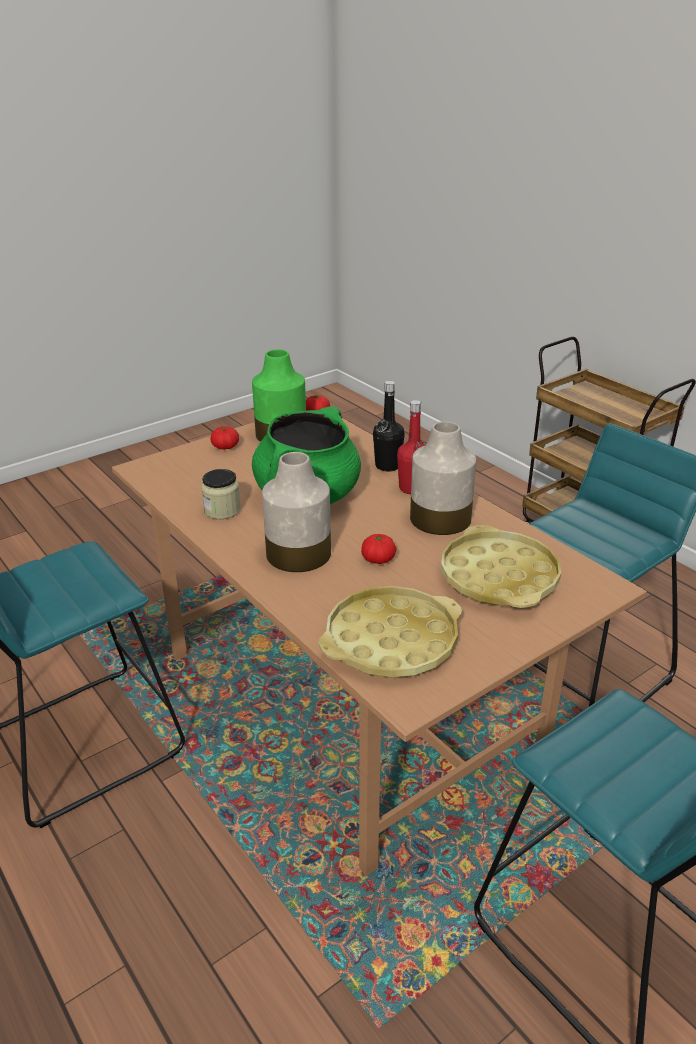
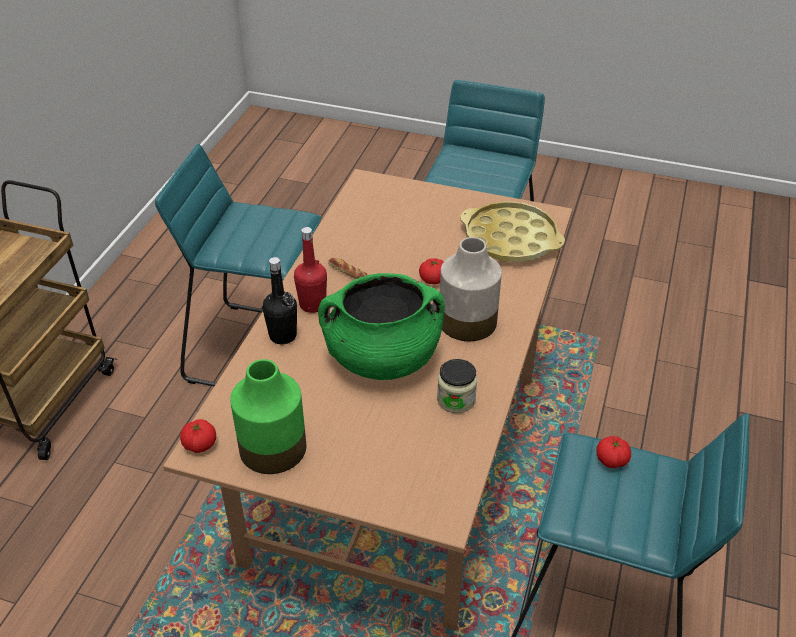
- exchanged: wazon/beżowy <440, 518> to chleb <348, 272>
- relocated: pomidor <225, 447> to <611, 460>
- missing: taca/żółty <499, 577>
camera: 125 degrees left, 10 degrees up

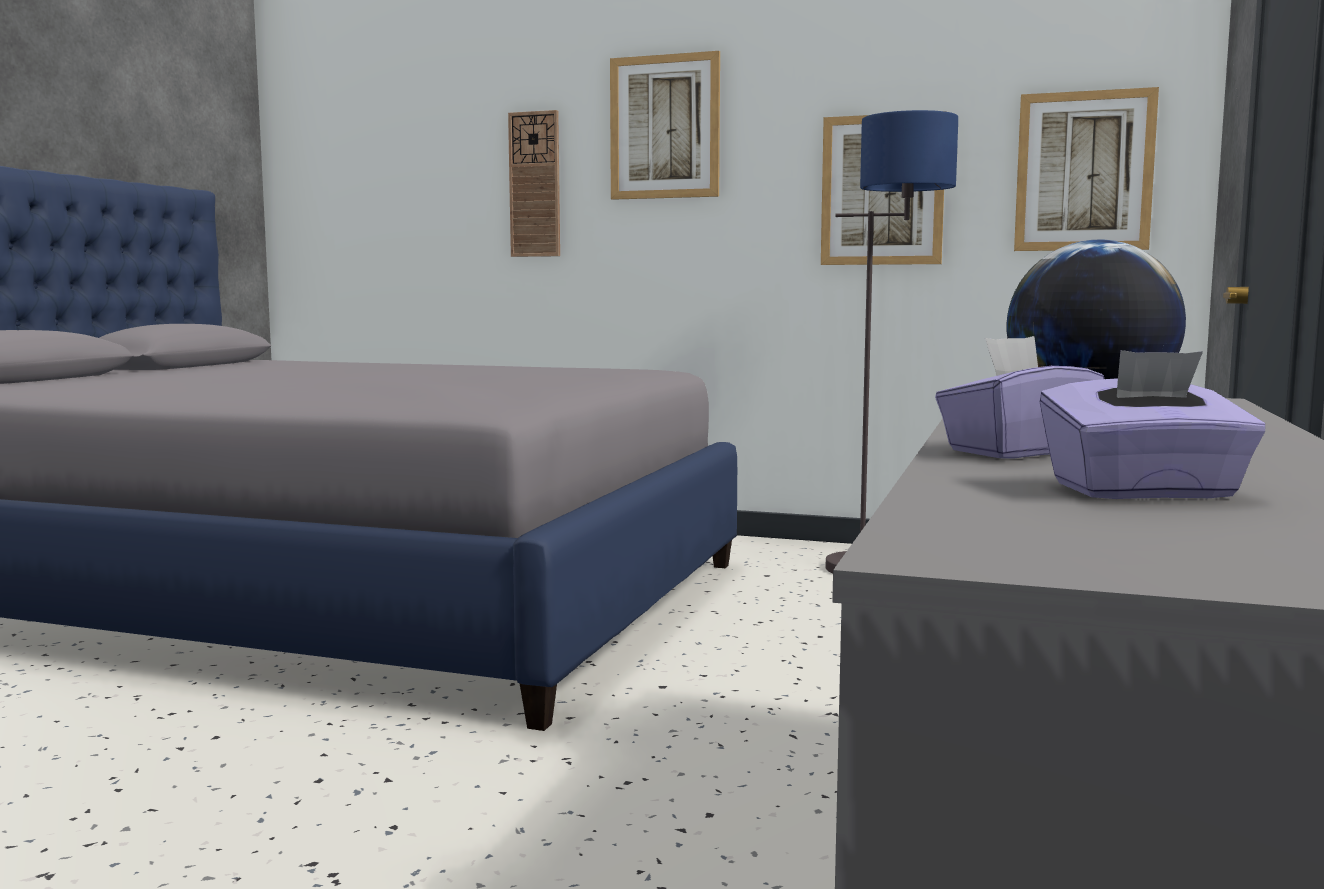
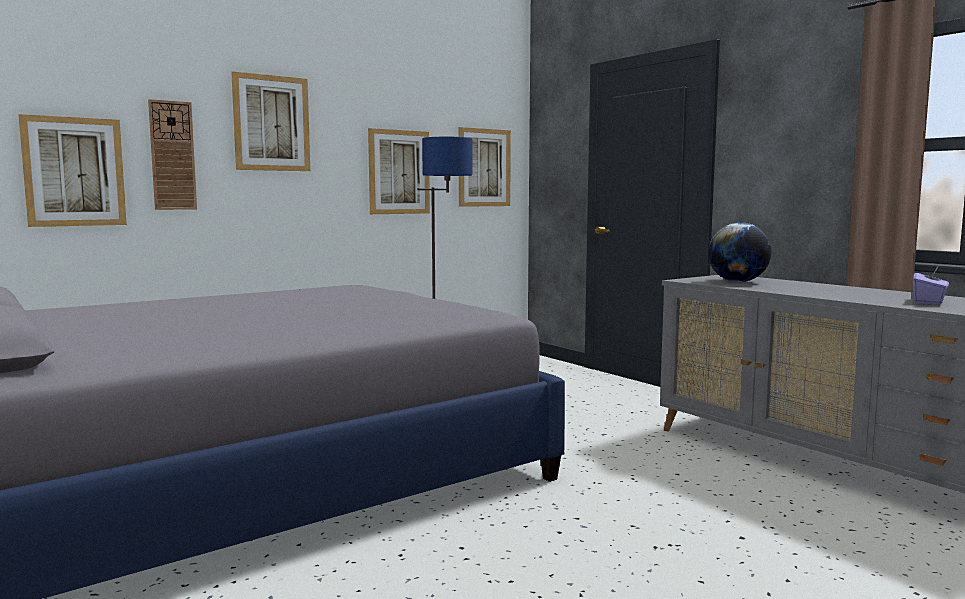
- appeared: obraz <74, 172>
- missing: pudełko chusteczek/fioletowy <1015, 451>
camera: 55 degrees left, 0 degrees up

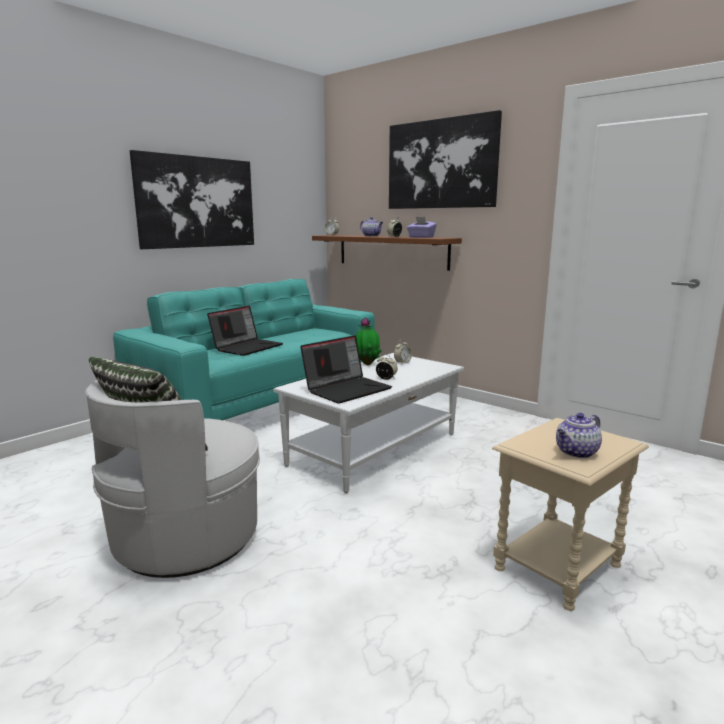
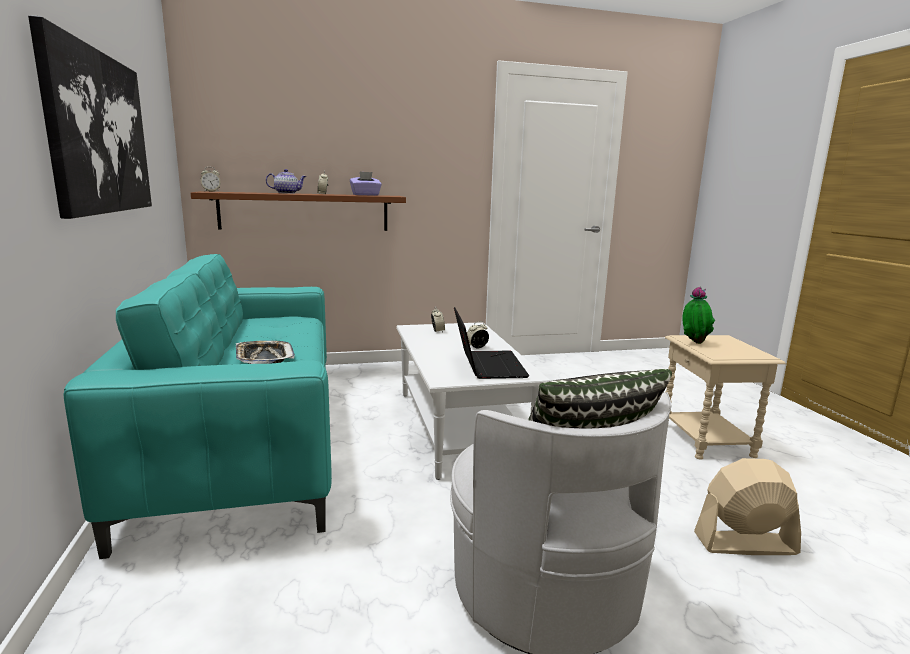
- exchanged: laptop <247, 347> to taca <264, 357>
- relocated: roślina doniczkowa <367, 364> to <693, 342>
- appeared: wentylator/beżowy <744, 543>
- missing: obraz <441, 164>
- missing: imbryk <576, 452>
camera: 55 degrees left, 0 degrees up

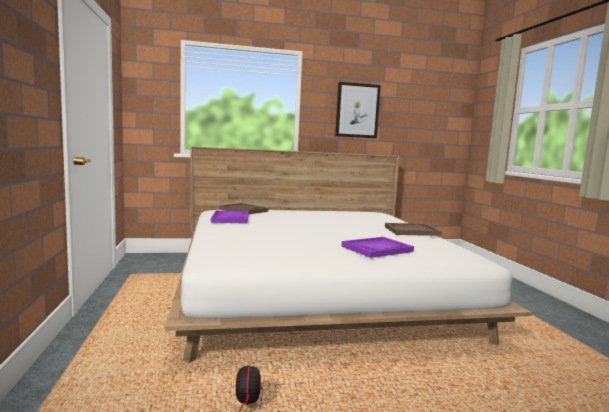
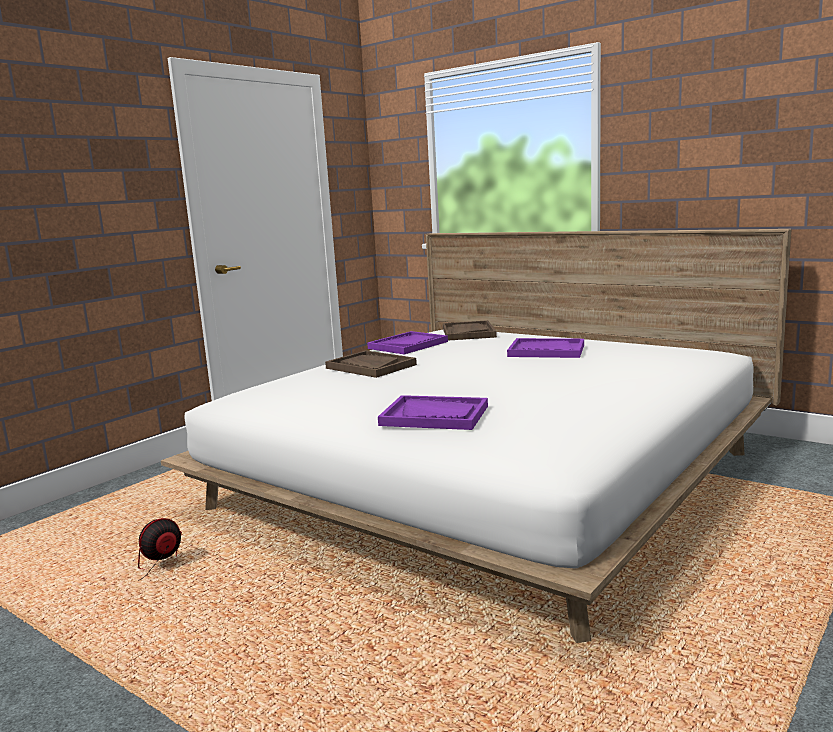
- relocated: taca/brązowy <412, 231> to <370, 366>
- appeared: taca/fioletowy <546, 351>
- missing: obraz <357, 110>
camera: 50 degrees right, 5 degrees up

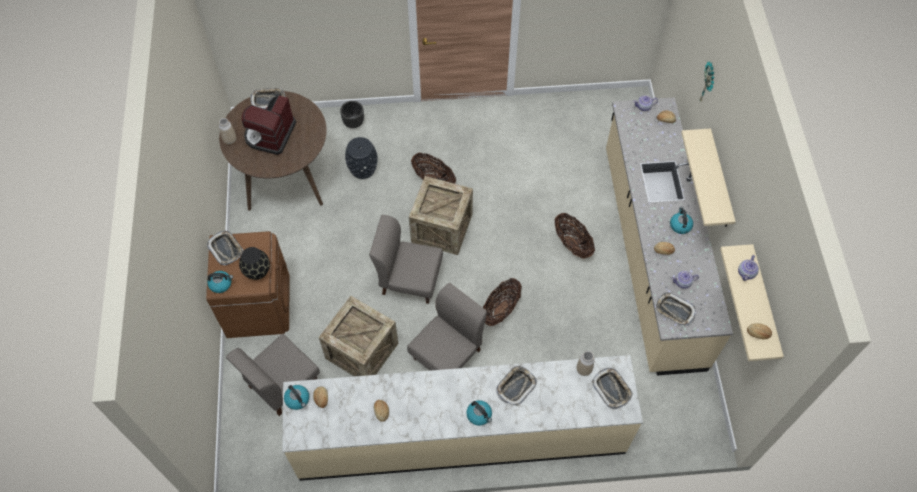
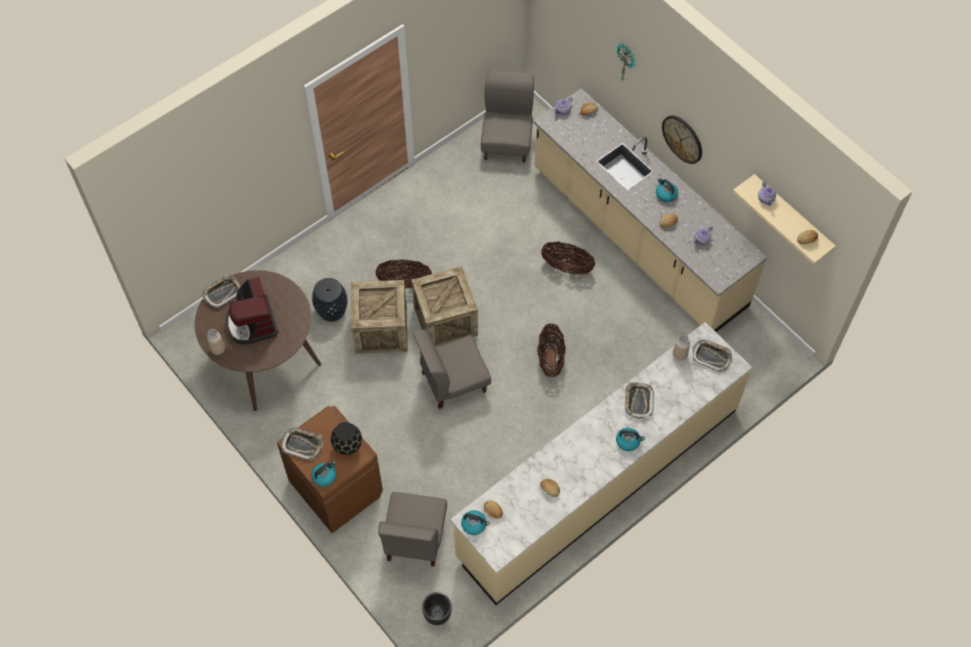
- relocated: skrzynka <362, 351> to <381, 329>
- relocated: donica/czarny <353, 123> to <437, 615>
- relocated: krzesło/szary <447, 354> to <507, 142>
- exchanged: półka/beżowy <719, 181> to zegar ścienny <682, 139>
- missing: taca <674, 310>
camera: 35 degrees left, 0 degrees up

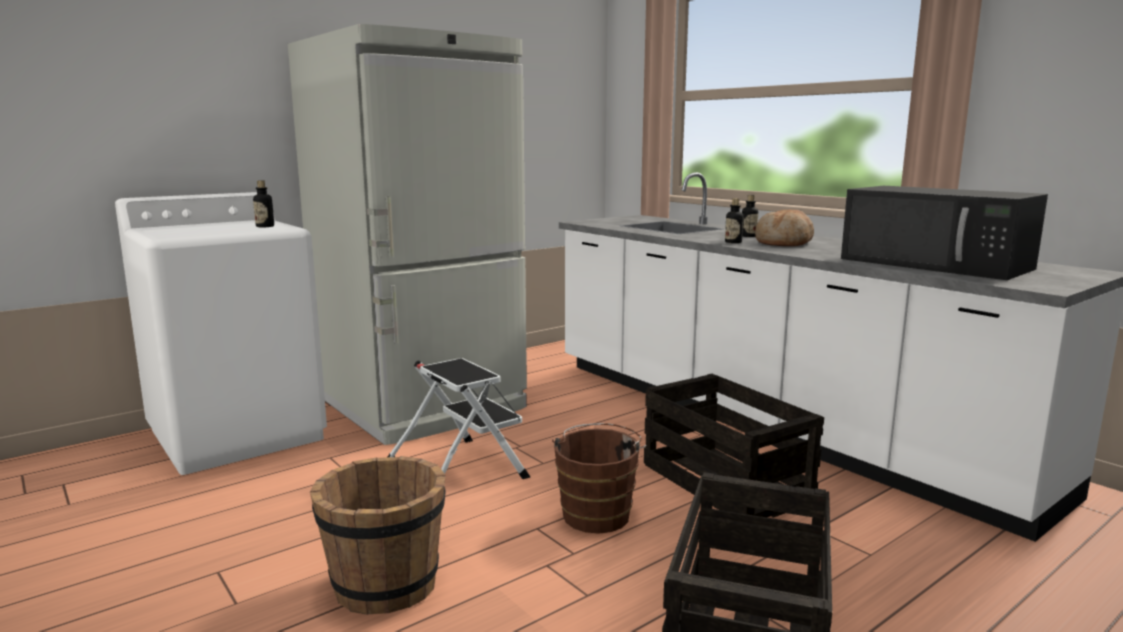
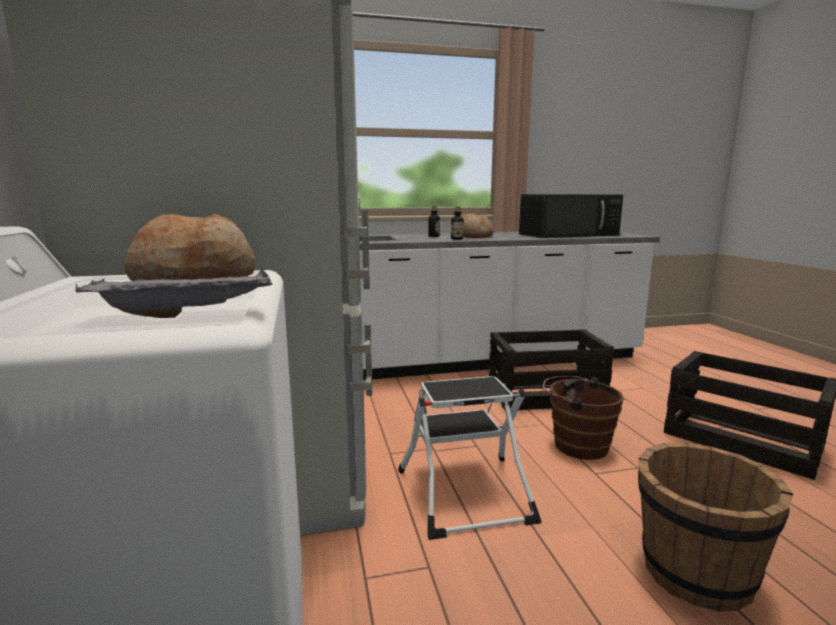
- appeared: taca/szary <188, 314>
- exchanged: butelka <265, 226> to chleb <197, 278>
camera: 65 degrees left, 0 degrees up

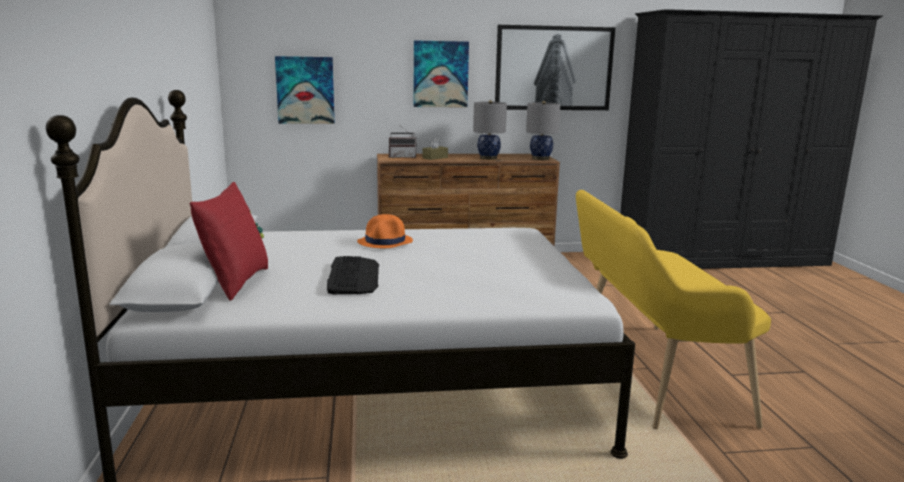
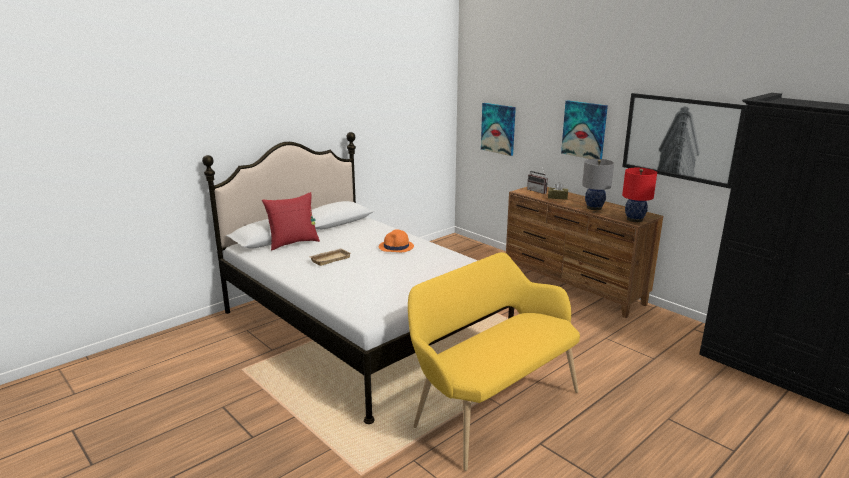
- exchanged: klawiatura <353, 276> to taca/beżowy <330, 259>
- colour: lampa stołowa/szary <540, 158> to lampa stołowa/czerwony <634, 219>
camera: 55 degrees right, 5 degrees up

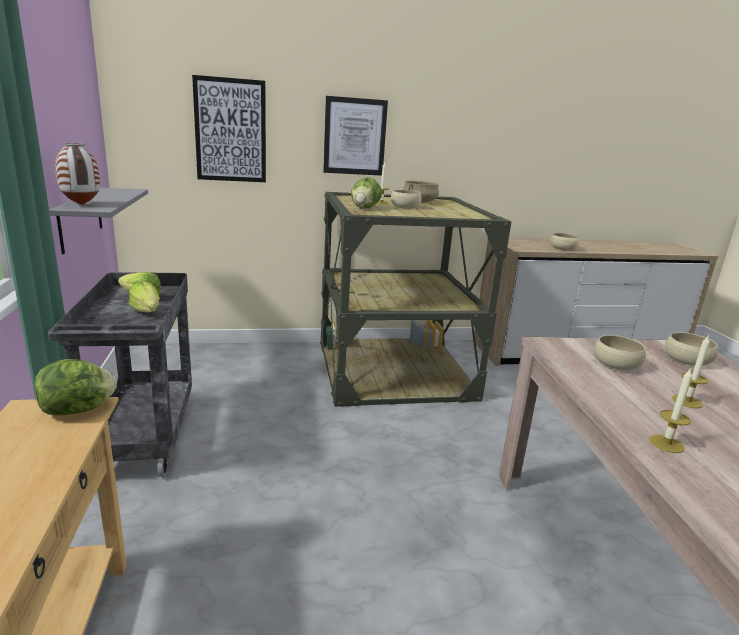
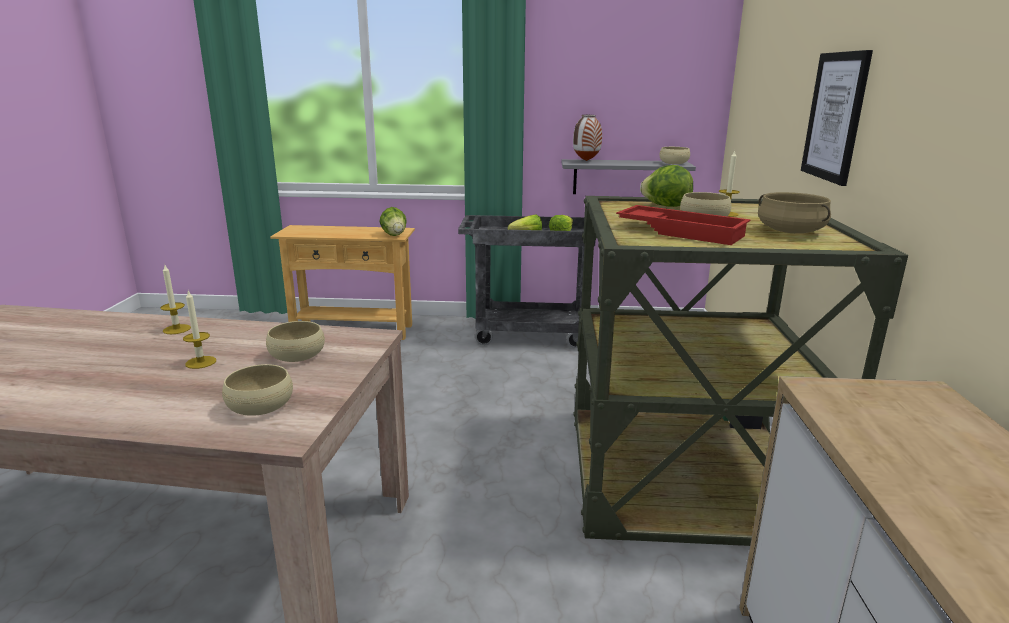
- appeared: taca/czerwony <682, 232>
- relocated: miska/beżowy <563, 248> to <673, 163>
- missing: obraz <230, 130>
camera: 105 degrees right, 0 degrees up

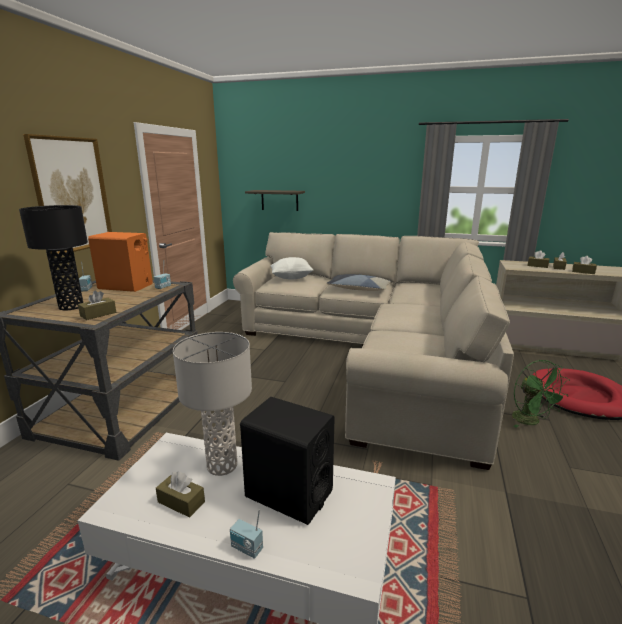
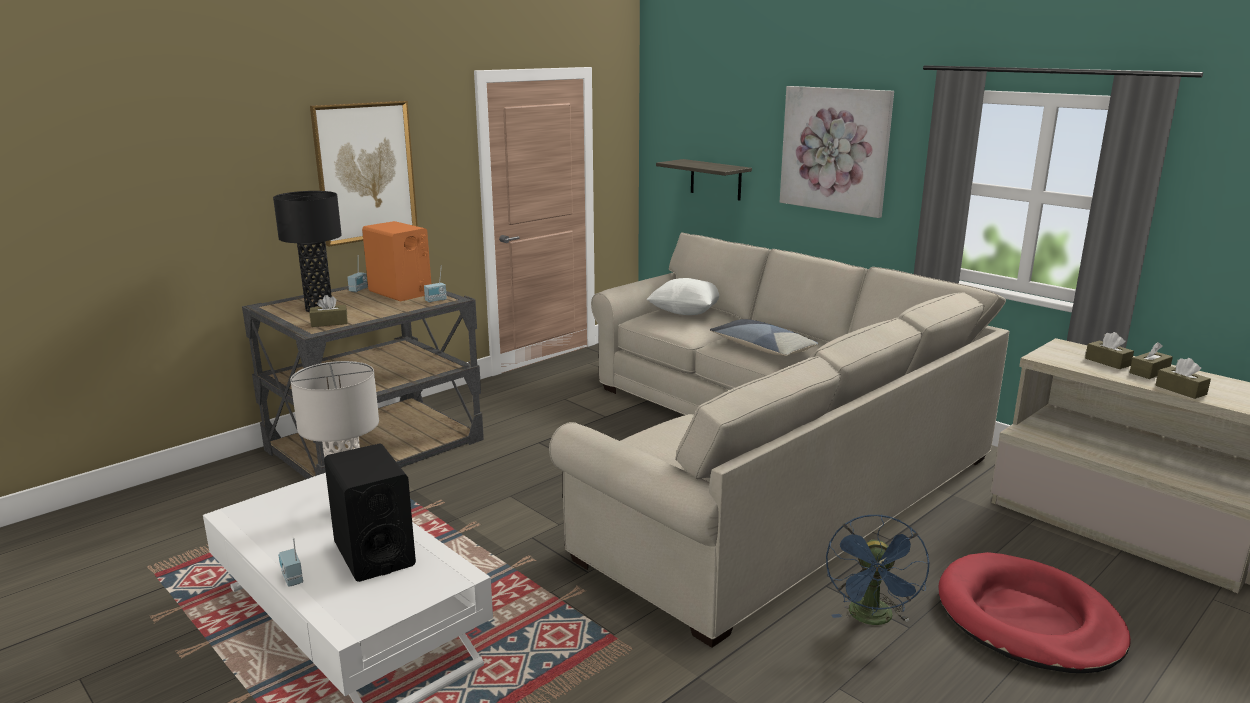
- appeared: obraz <835, 150>
- colour: wentylator/zielony <531, 421> to wentylator/niebieski <872, 619>
- missing: pudełko chusteczek/brązowy <181, 502>
camera: 30 degrees right, 0 degrees up

